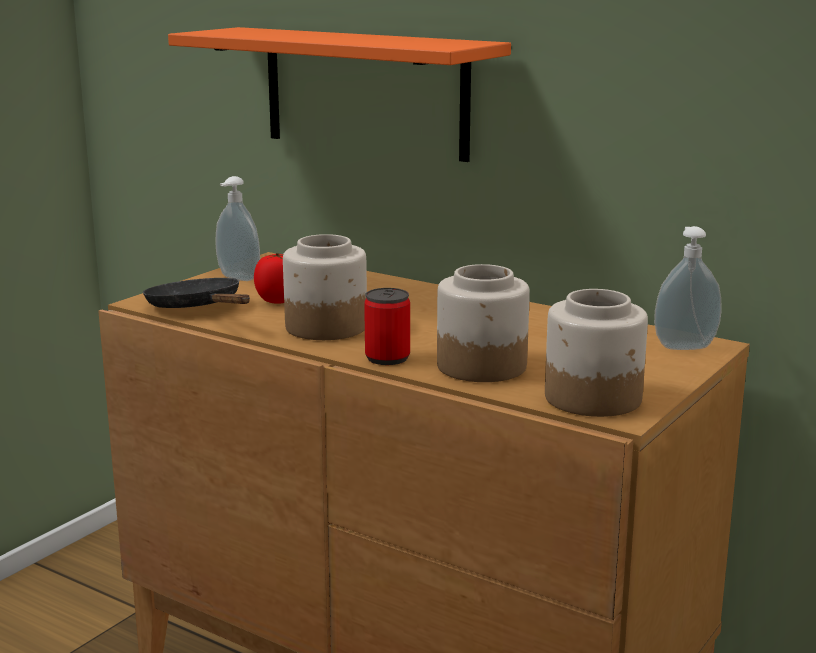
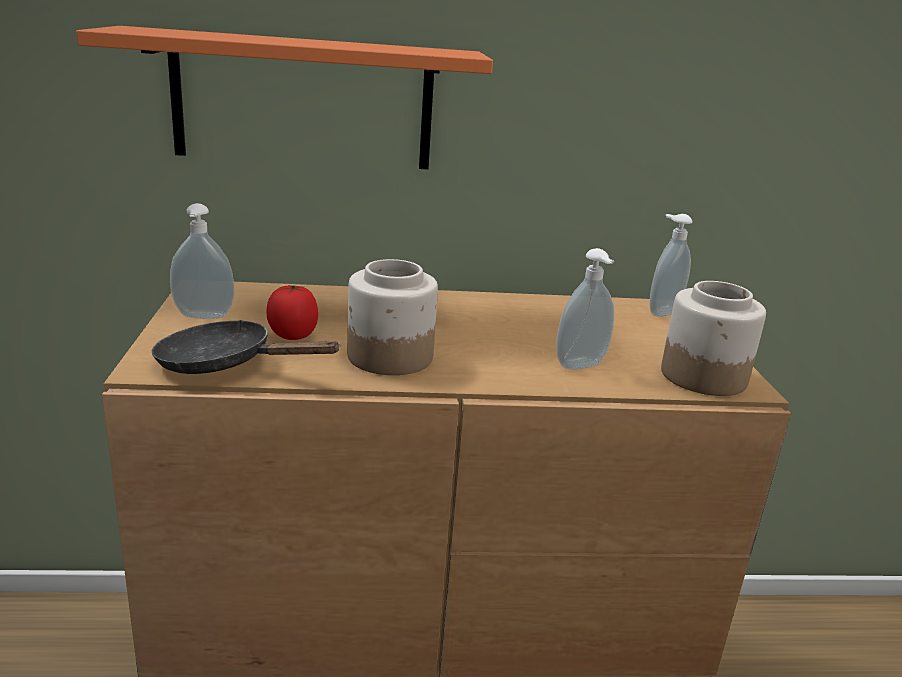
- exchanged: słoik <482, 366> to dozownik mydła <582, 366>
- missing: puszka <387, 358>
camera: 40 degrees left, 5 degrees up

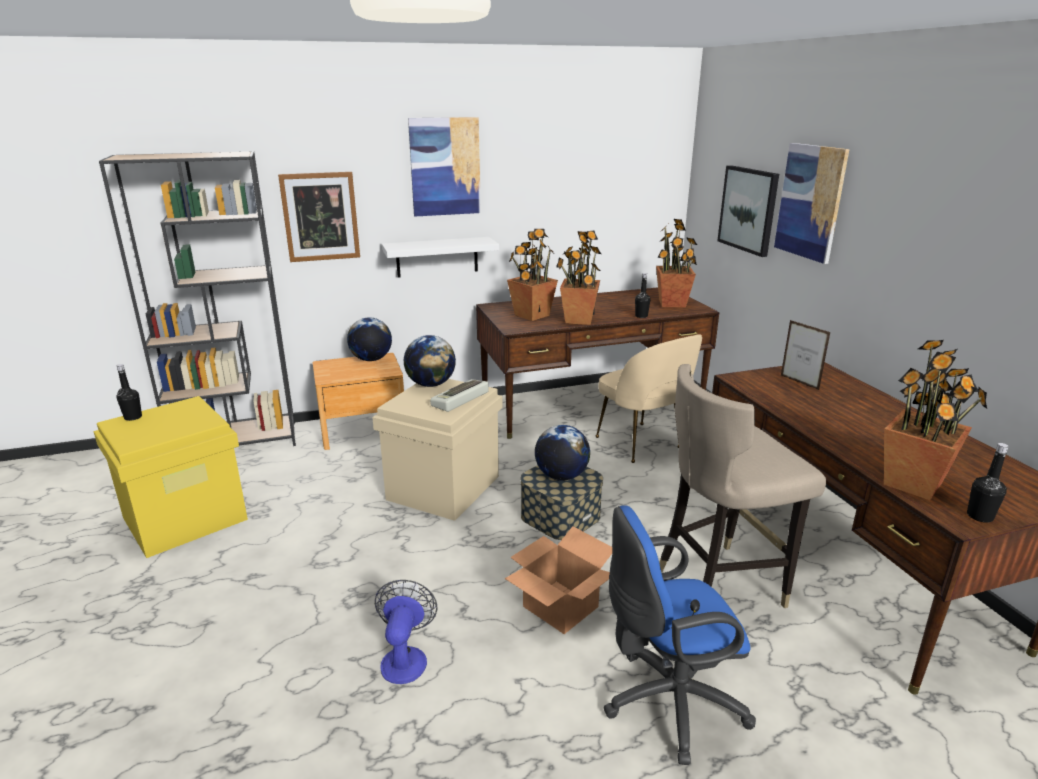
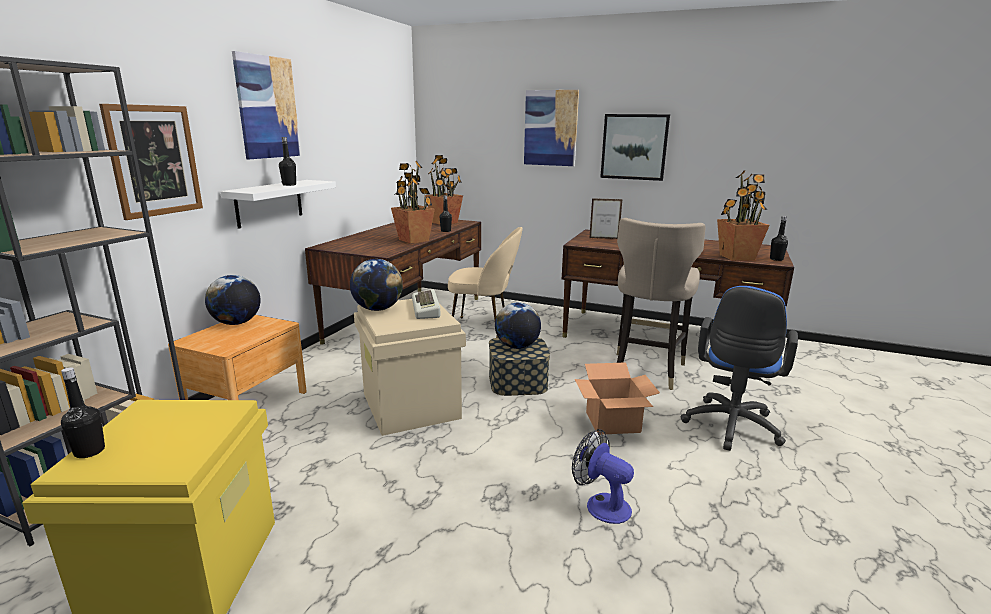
- appeared: butelka/czarny <289, 185>
- relocated: obraz <748, 209> to <634, 147>
- missing: roślina doniczkowa <531, 315>
camera: 50 degrees left, 5 degrees down

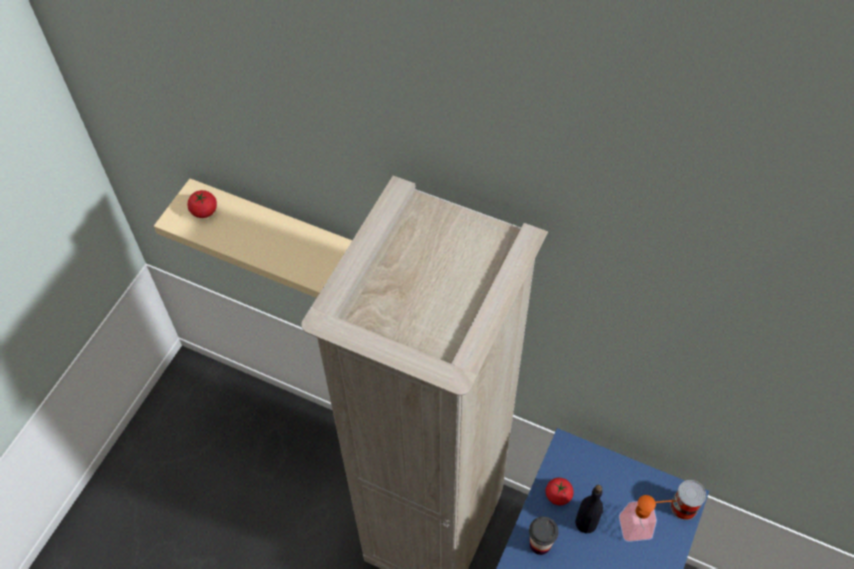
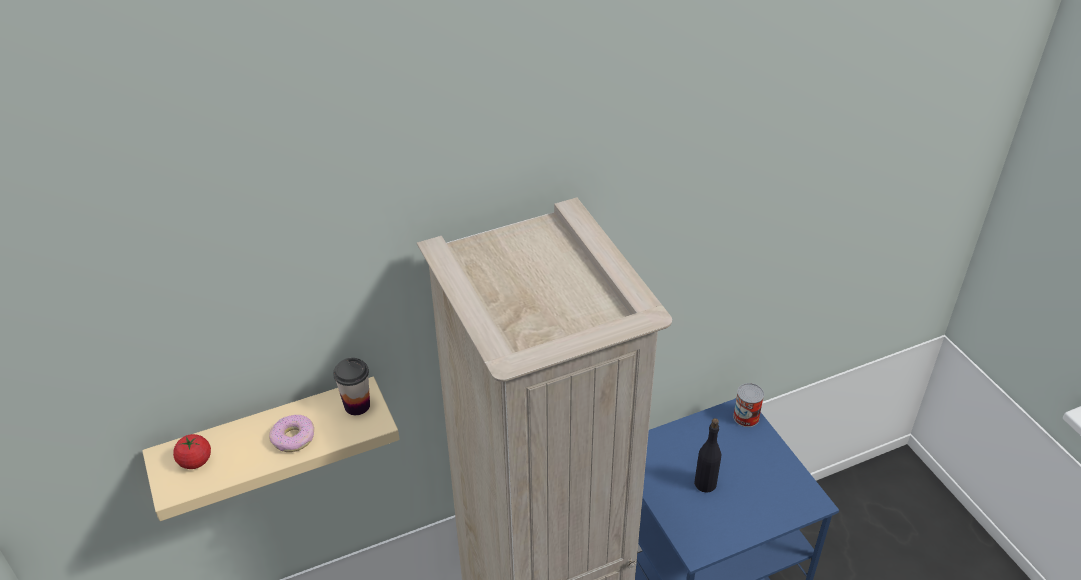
- appeared: donut <293, 438>
- relocated: filiżanka <540, 544> to <357, 405>
- missing: pomidor <558, 495>
- missing: dozownik mydła <641, 526>
camera: 50 degrees left, 15 degrees down

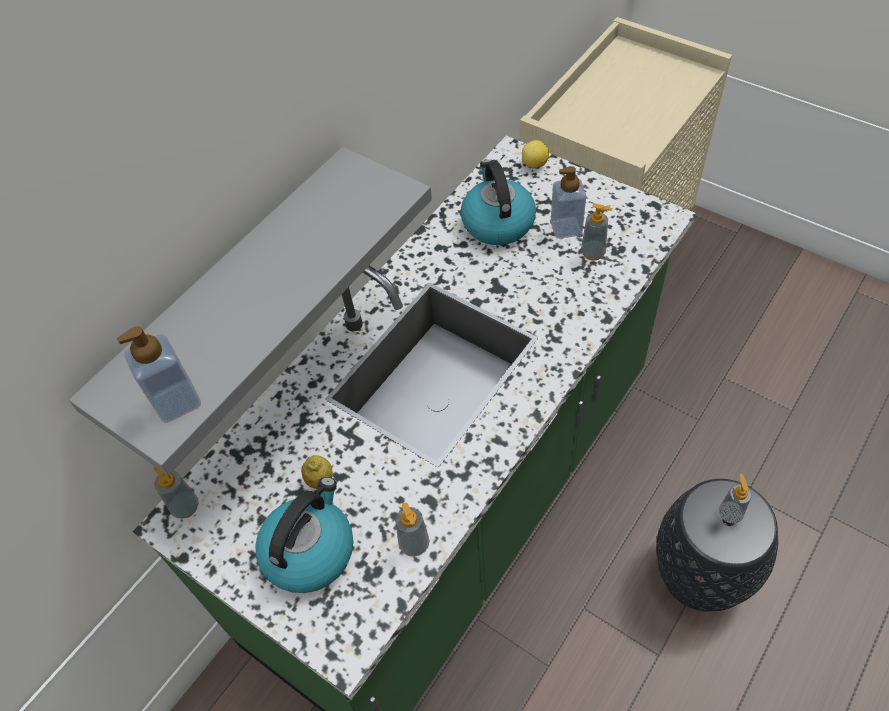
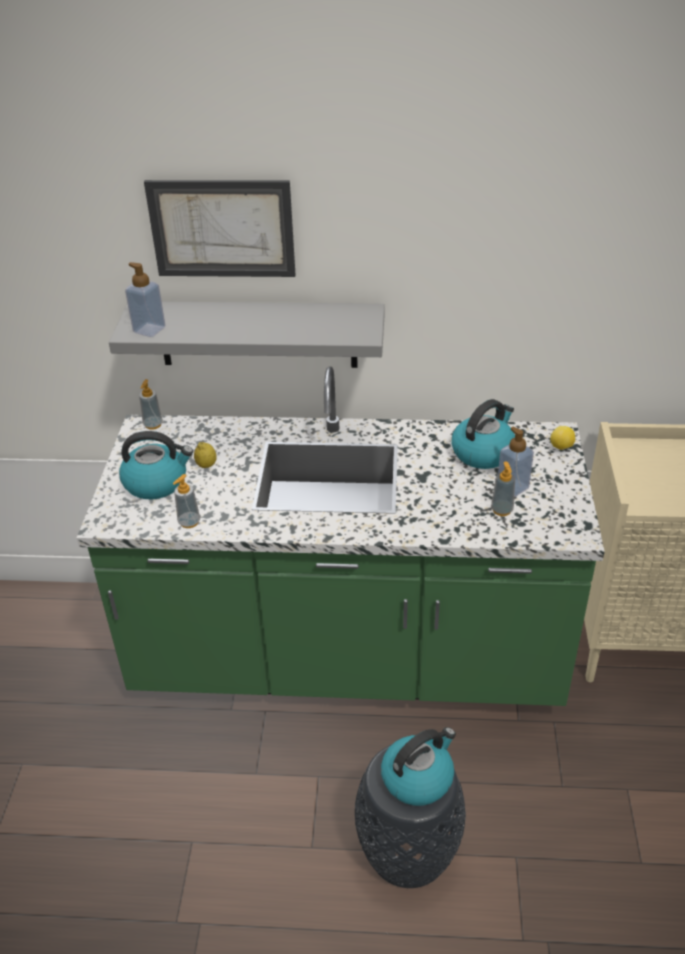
- appeared: obraz <222, 228>
- exchanged: dozownik mydła <730, 514> to czajnik <418, 778>
camera: 55 degrees right, 15 degrees down

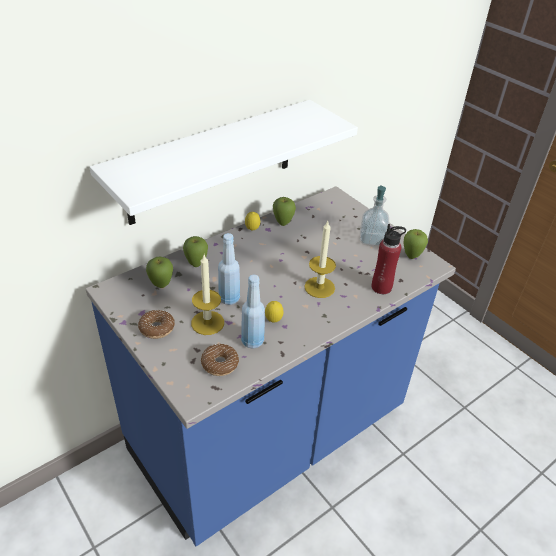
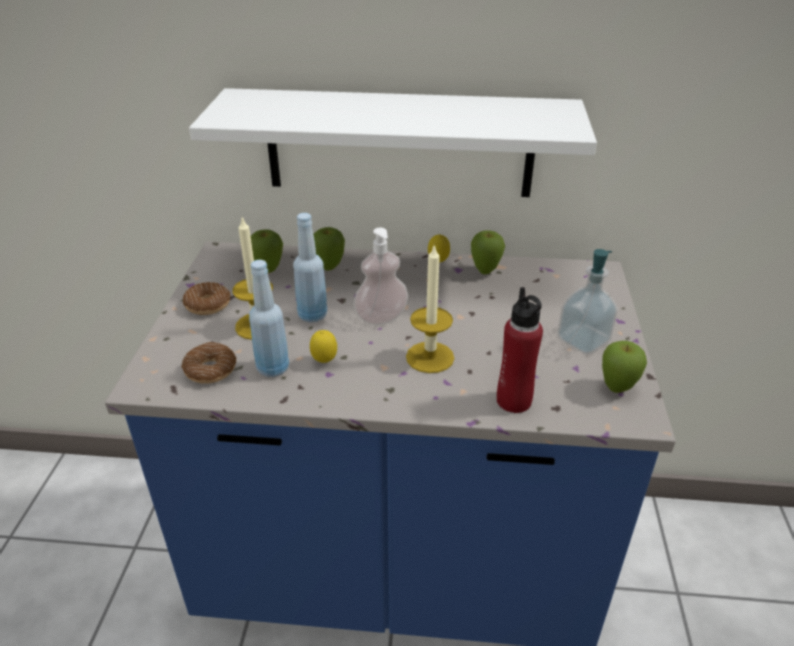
- appeared: dozownik mydła <381, 317>
camera: 45 degrees right, 5 degrees down

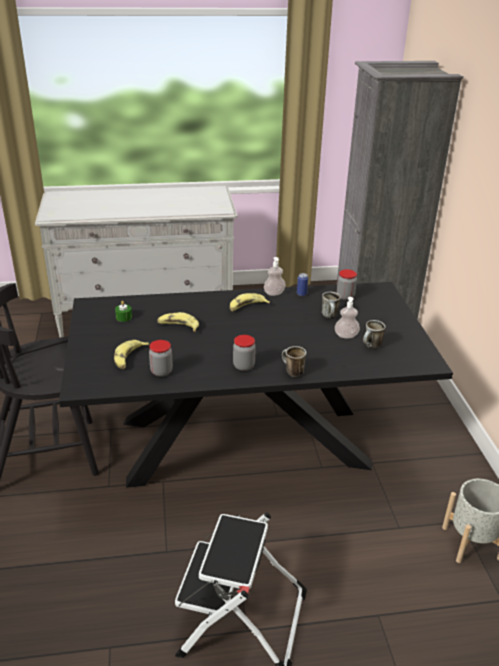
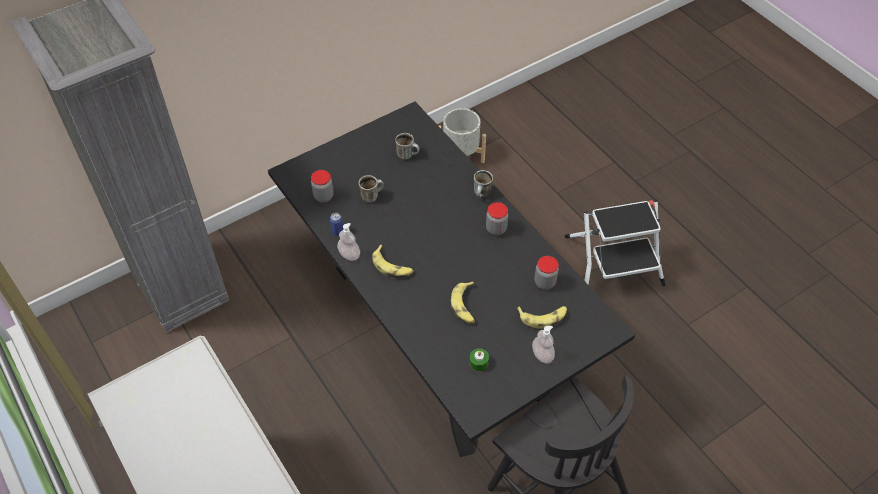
- relocated: dozownik mydła <346, 335> to <542, 355>
camera: 115 degrees left, 20 degrees up

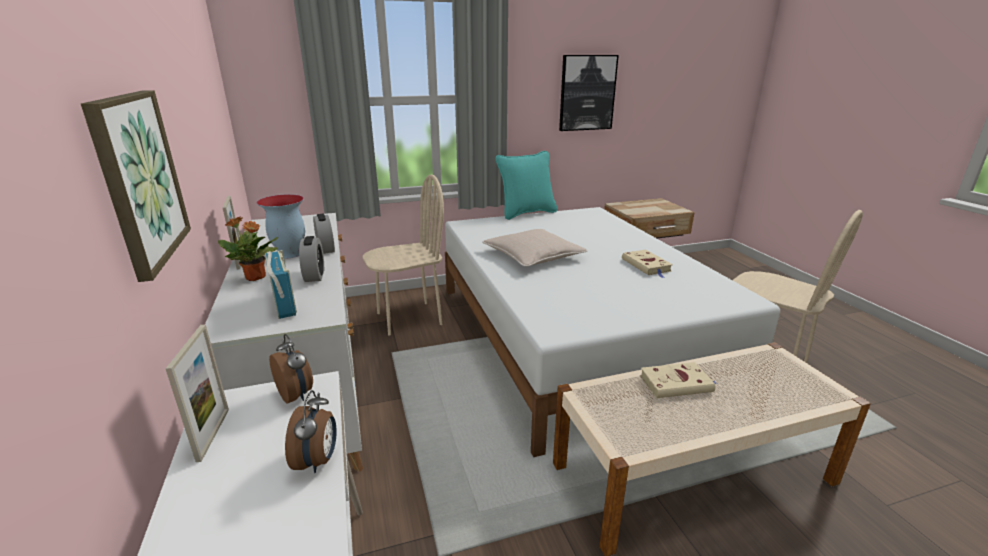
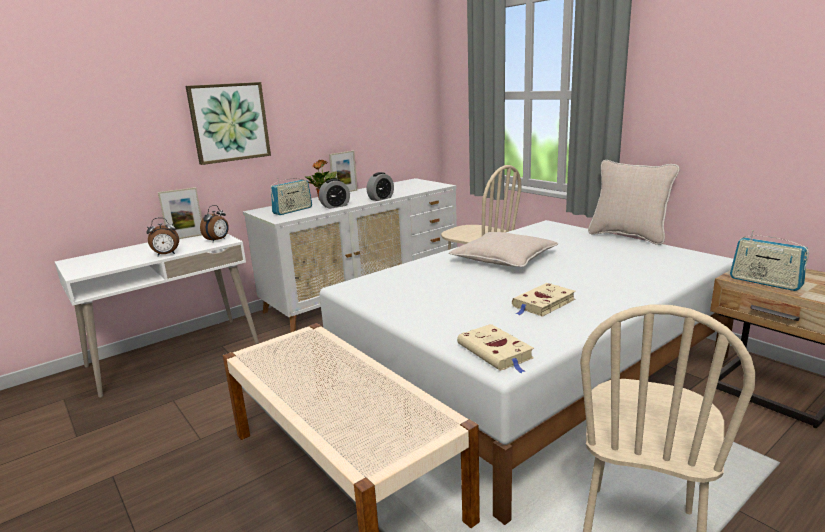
- relocated: książka/beżowy <677, 384> to <496, 352>
- colour: poduszka/turkusowy <526, 213> to poduszka/beżowy <628, 236>
- appeared: radio <765, 282>
- missing: wazon <289, 254>
- missing: obraz <587, 93>
camera: 70 degrees right, 5 degrees down

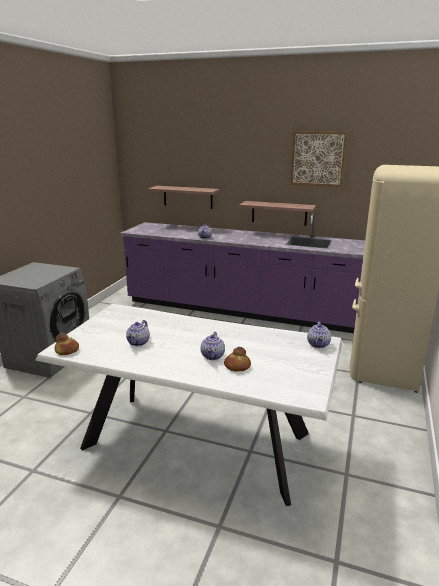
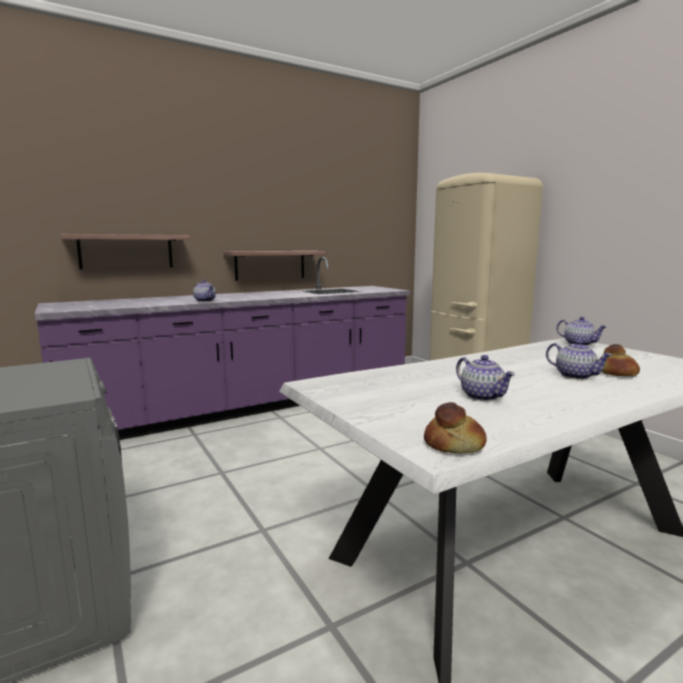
- missing: obraz <318, 158>
camera: 50 degrees left, 10 degrees down

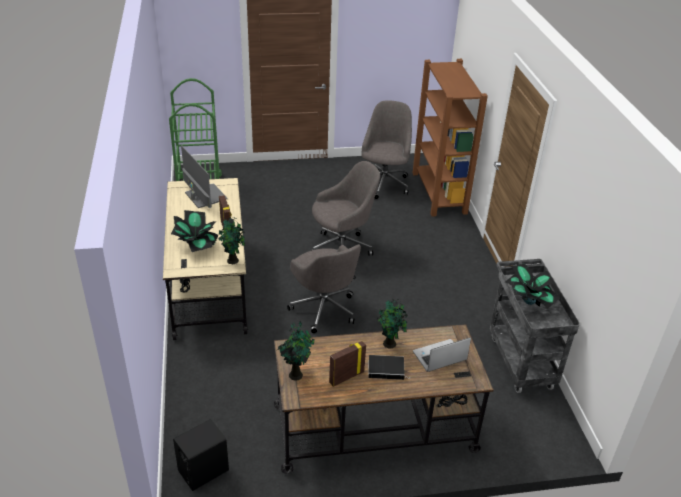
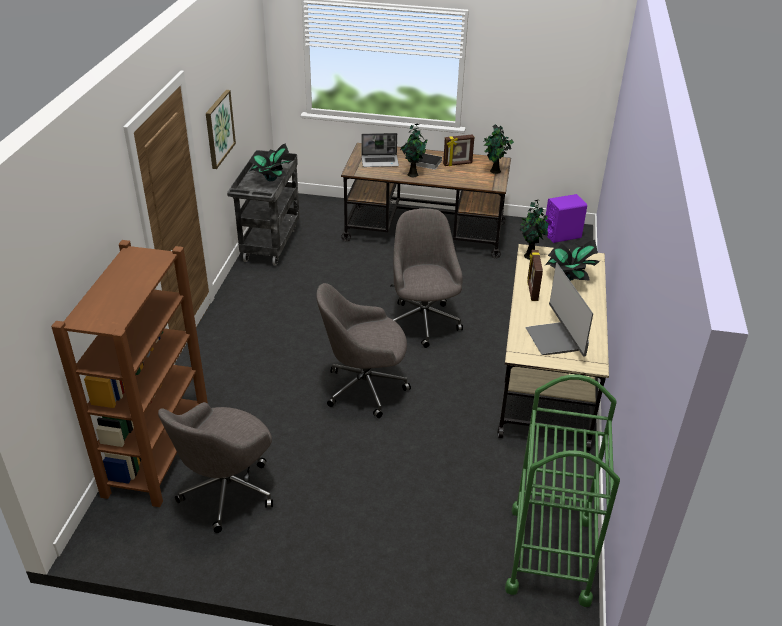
- appeared: obraz <219, 128>
- colour: głośnik/czarny <203, 471> to głośnik/fioletowy <562, 235>
camera: 160 degrees left, 0 degrees up

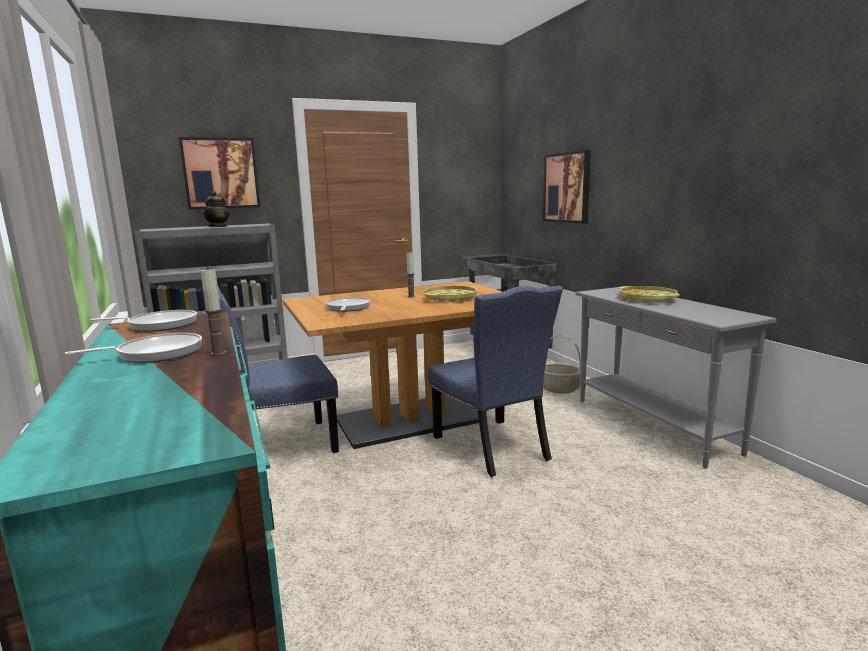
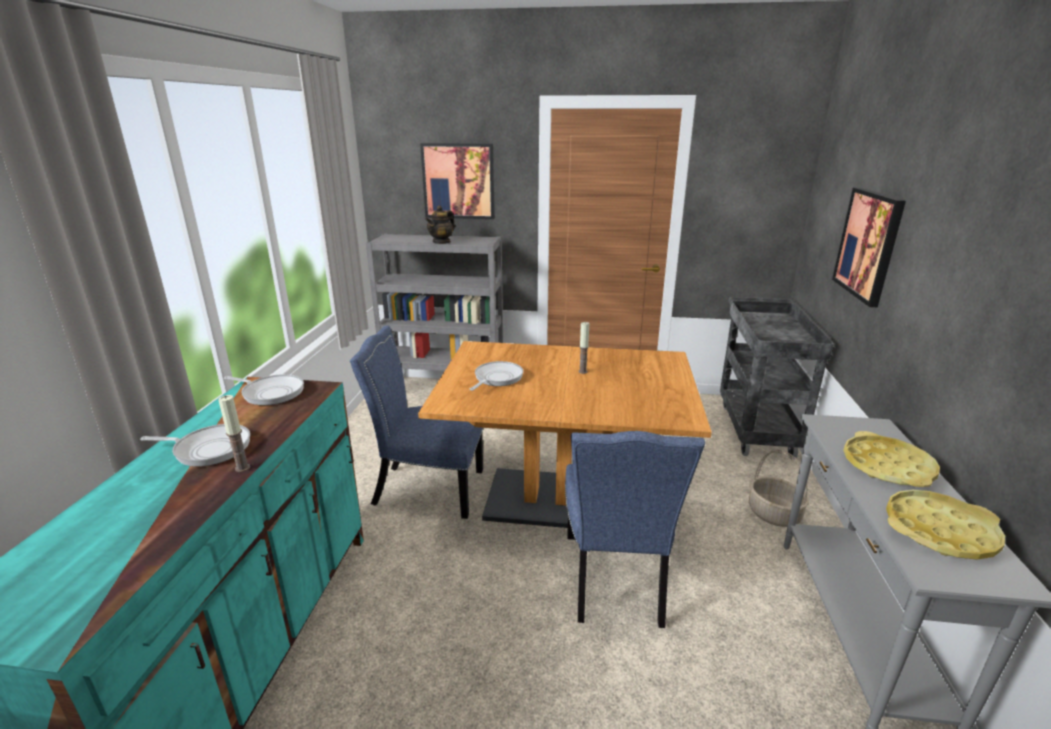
- relocated: taca/żółty <451, 298> to <939, 531>
camera: 30 degrees right, 10 degrees up

